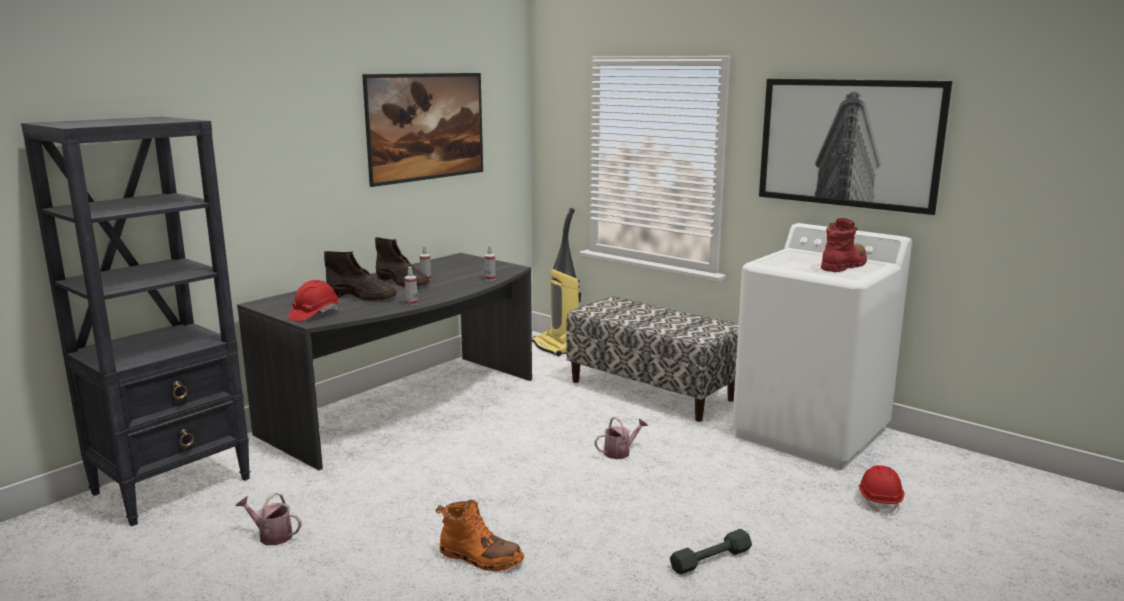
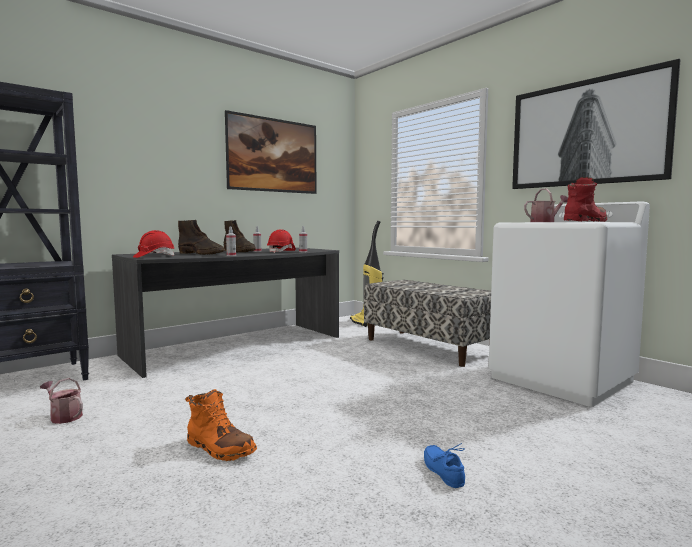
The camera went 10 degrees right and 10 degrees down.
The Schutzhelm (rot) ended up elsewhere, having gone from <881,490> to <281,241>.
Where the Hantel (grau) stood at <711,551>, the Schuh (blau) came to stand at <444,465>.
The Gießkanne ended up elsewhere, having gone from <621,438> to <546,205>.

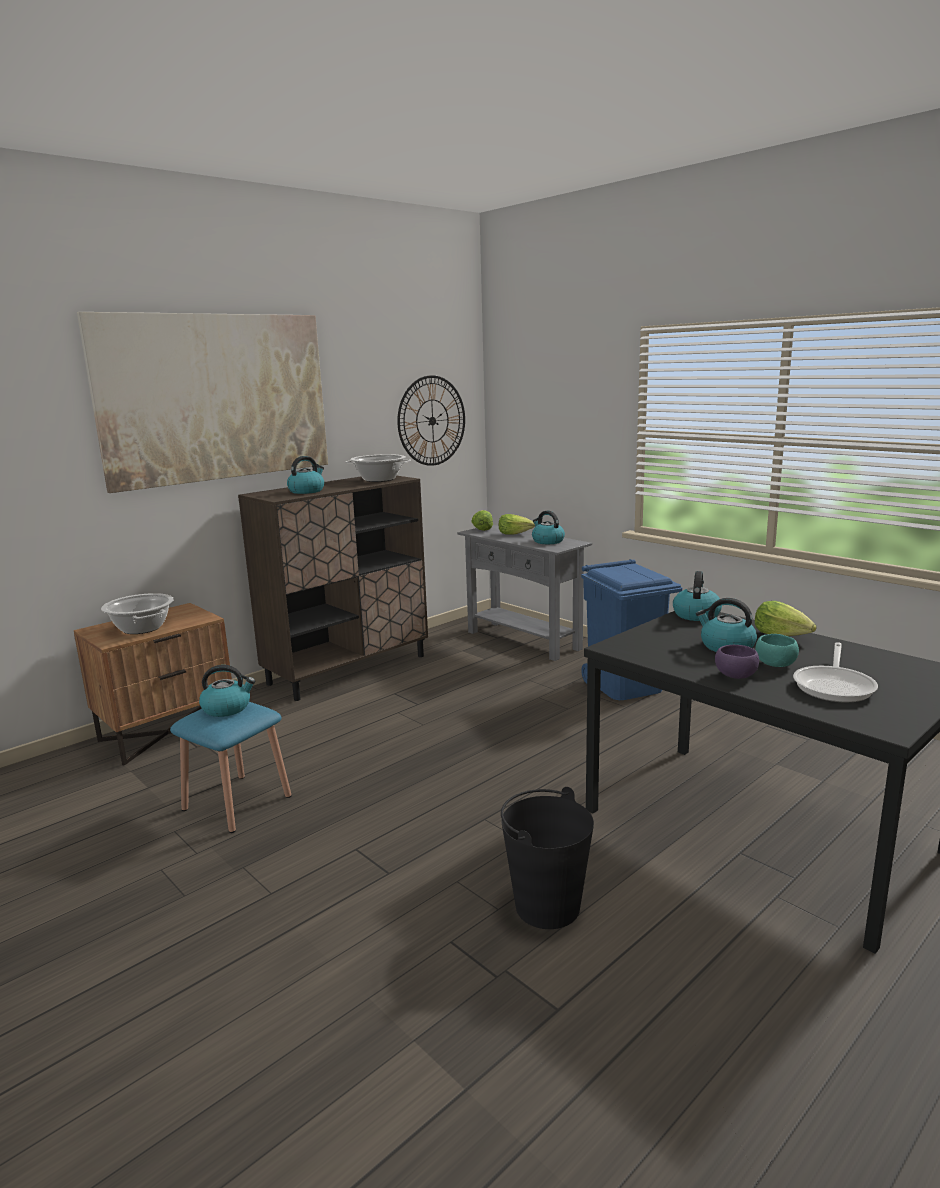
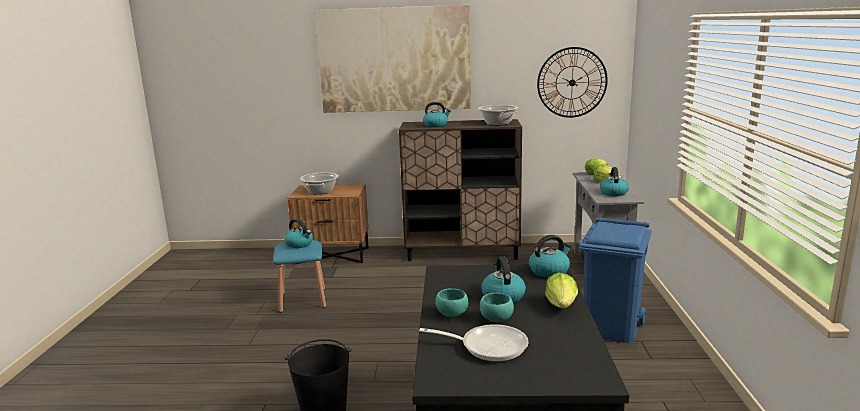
The camera went 45 degrees right and 0 degrees up.
The Pfanne at <835,672> ended up facing another way, 150 degrees counterclockwise from before.
What was the Schüssel (lila) at <737,662> turned into the Schüssel (türkis) at <451,303>.

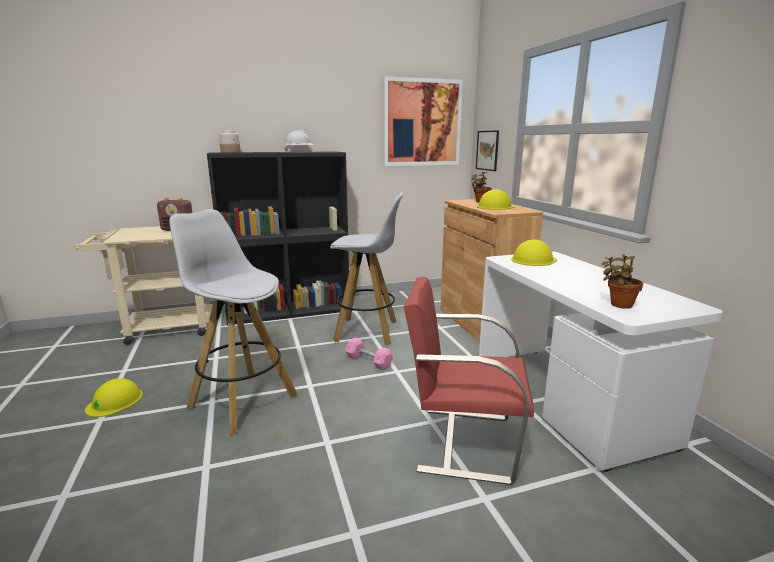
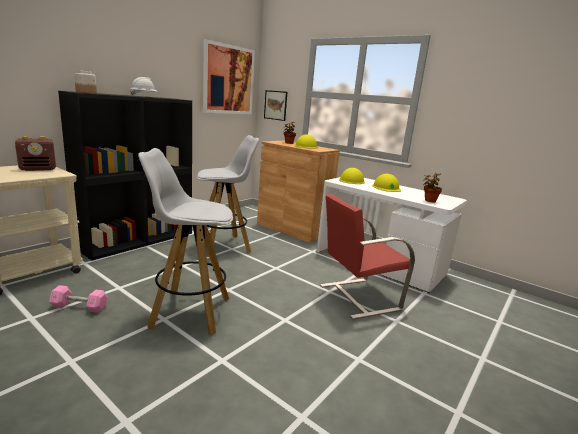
The camera went 35 degrees left and 0 degrees up.
The Hantel (rosa) ended up elsewhere, having gone from <369,353> to <78,299>.
The Schutzhelm (gelb) ended up elsewhere, having gone from <114,397> to <386,183>.

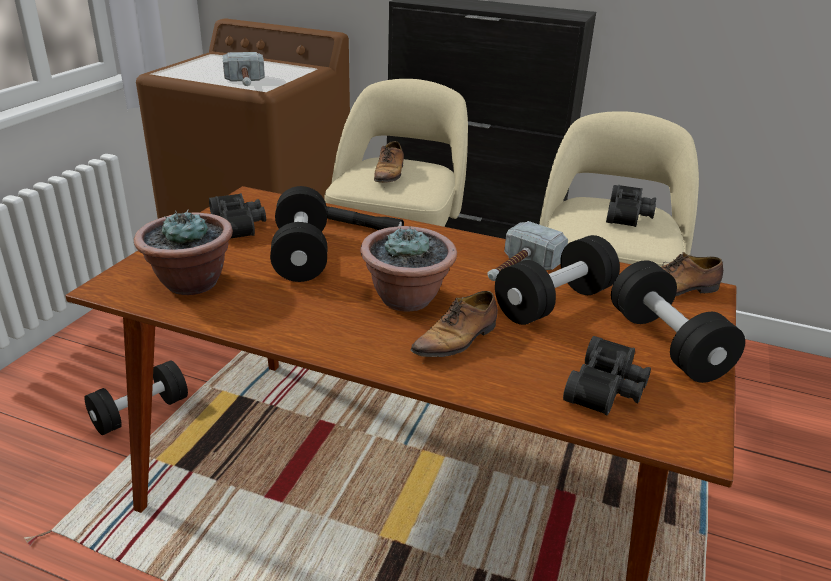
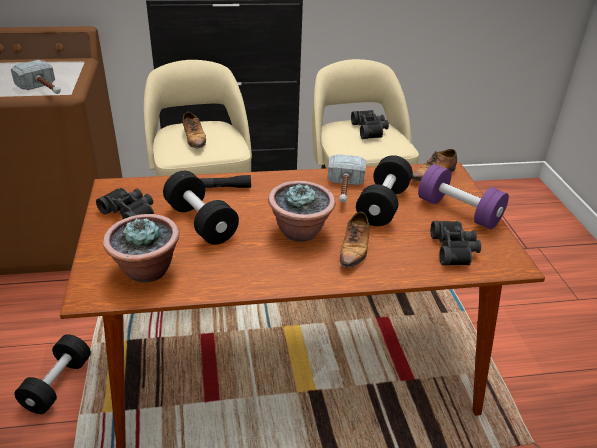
The camera went 30 degrees left and 5 degrees up.
What was the Hantel (schwarz) at <678,322> turned into the Hantel (lila) at <463,196>.

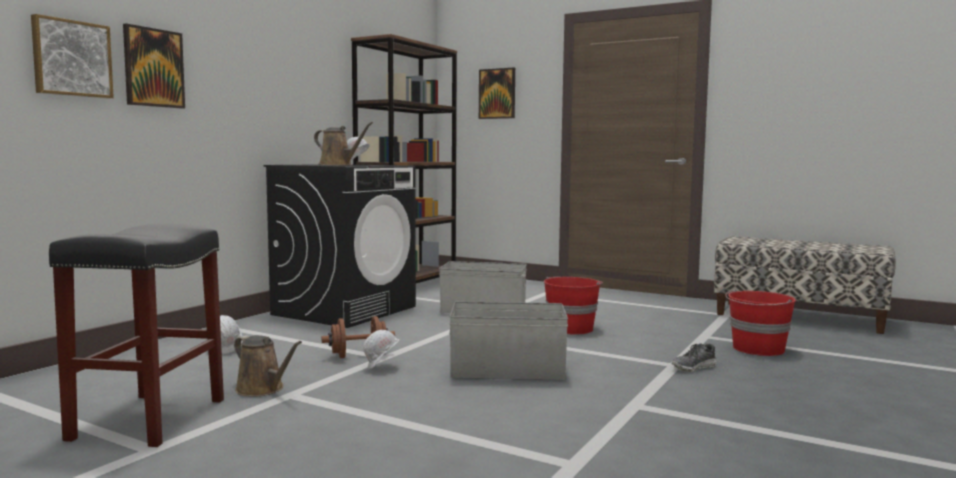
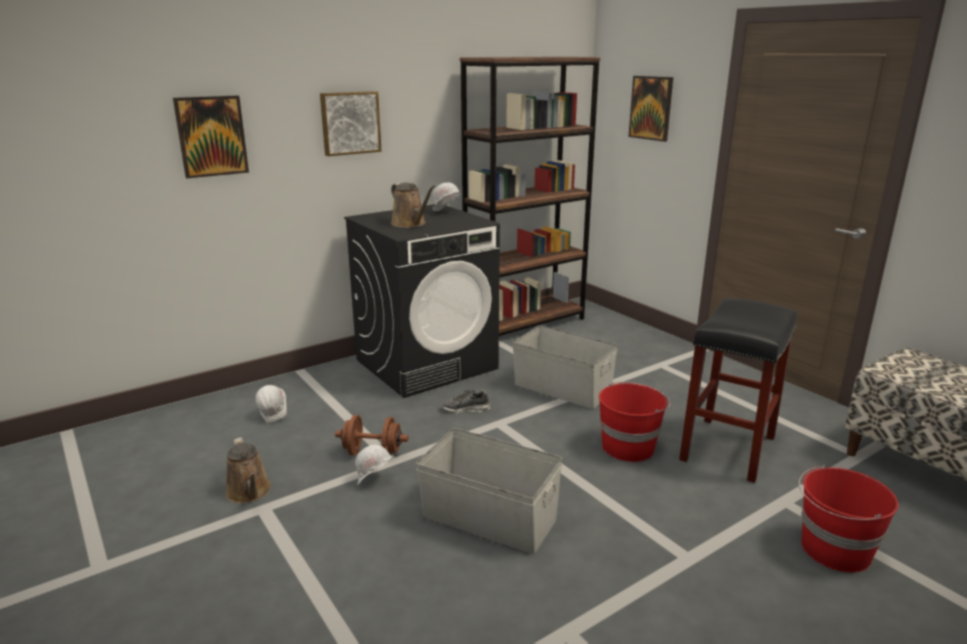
The camera went 25 degrees right and 15 degrees up.
The Bild ended up elsewhere, having gone from <72,56> to <350,123>.
The Schuh ended up elsewhere, having gone from <694,357> to <465,401>.
The Hocker (schwarz) ended up elsewhere, having gone from <136,335> to <738,390>.

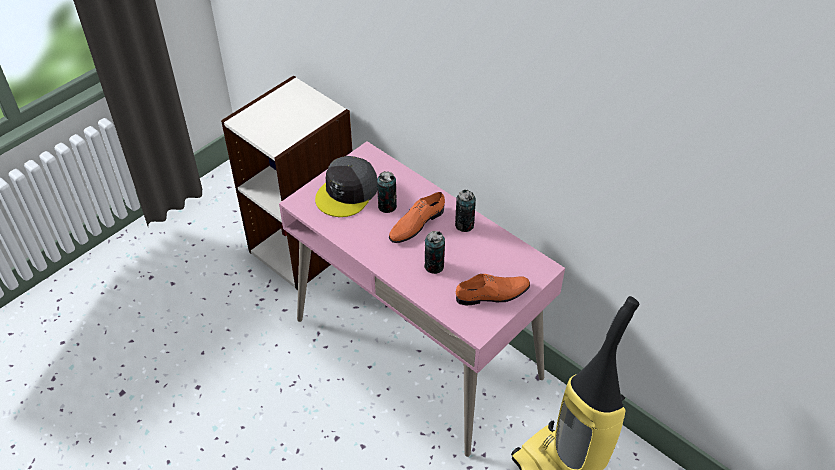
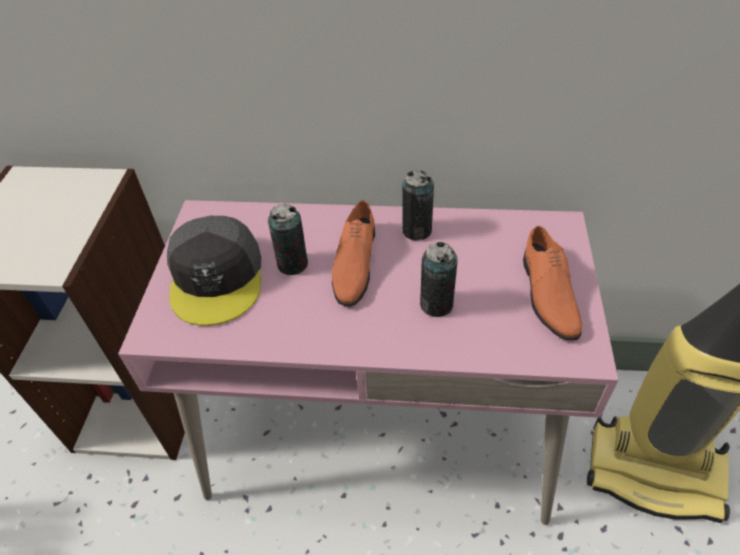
The camera went 35 degrees left and 0 degrees up.
The Schuh (orange) at <493,289> ended up facing another way, 135 degrees clockwise from before.

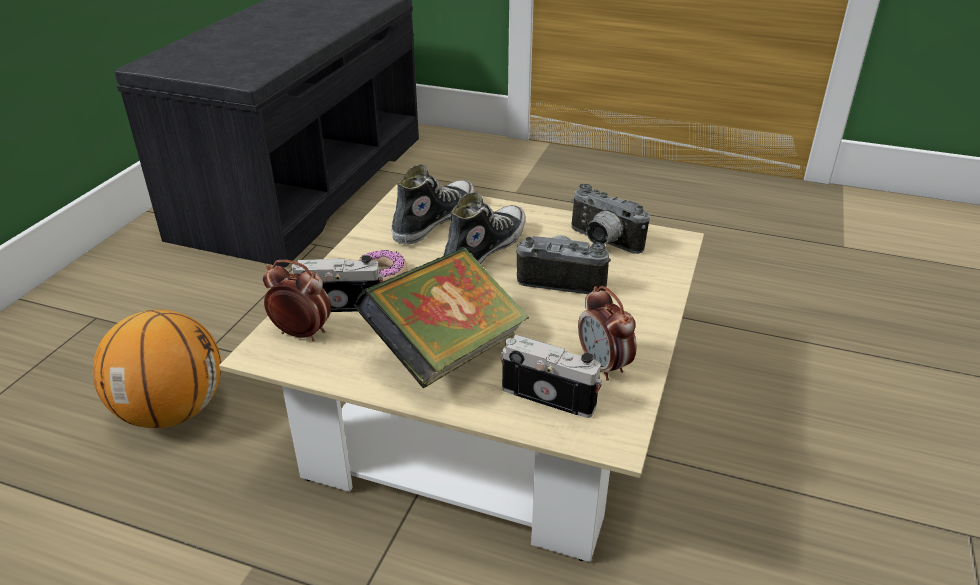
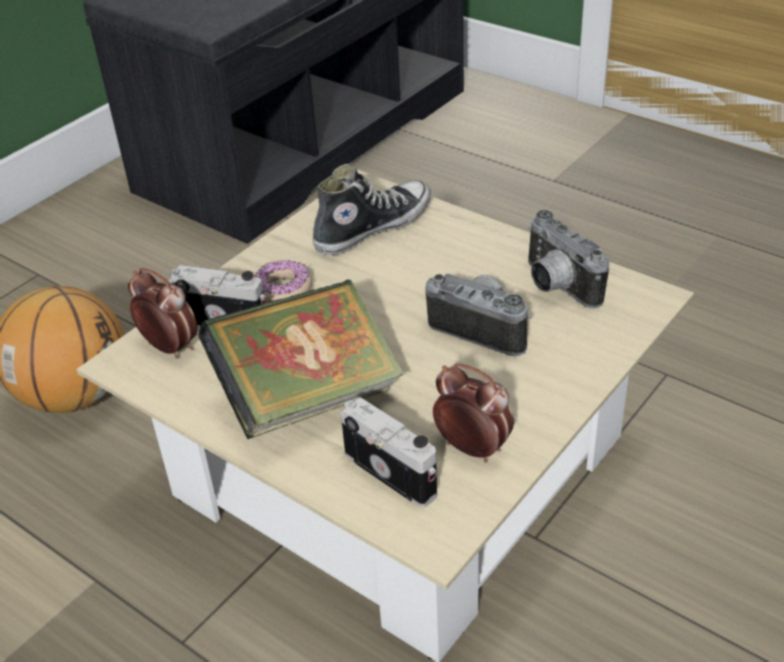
The camera went 20 degrees right and 5 degrees up.
The Wecker at <607,333> ended up facing another way, 135 degrees clockwise from before.
The second view lost the Schuh at <484,228>.

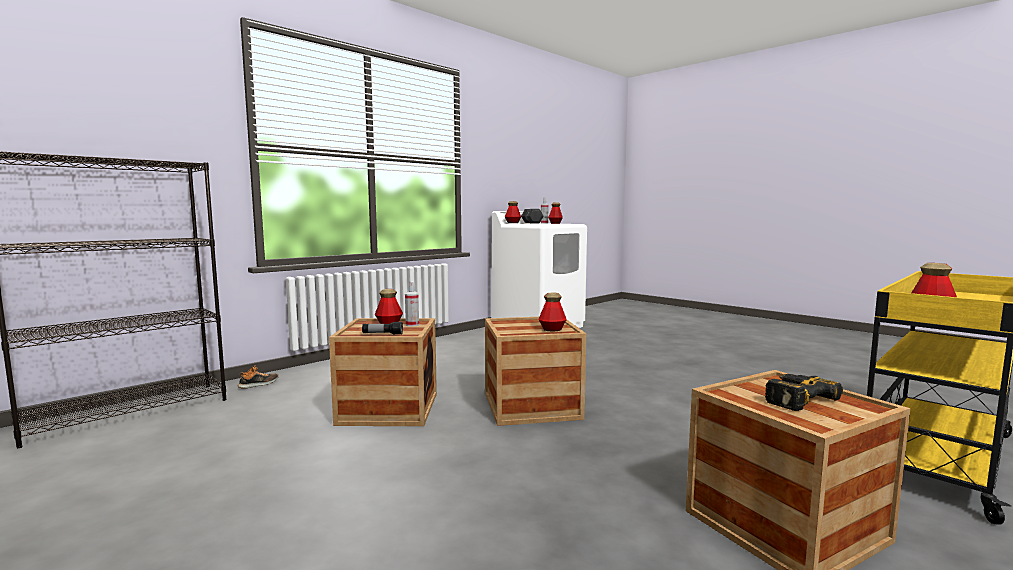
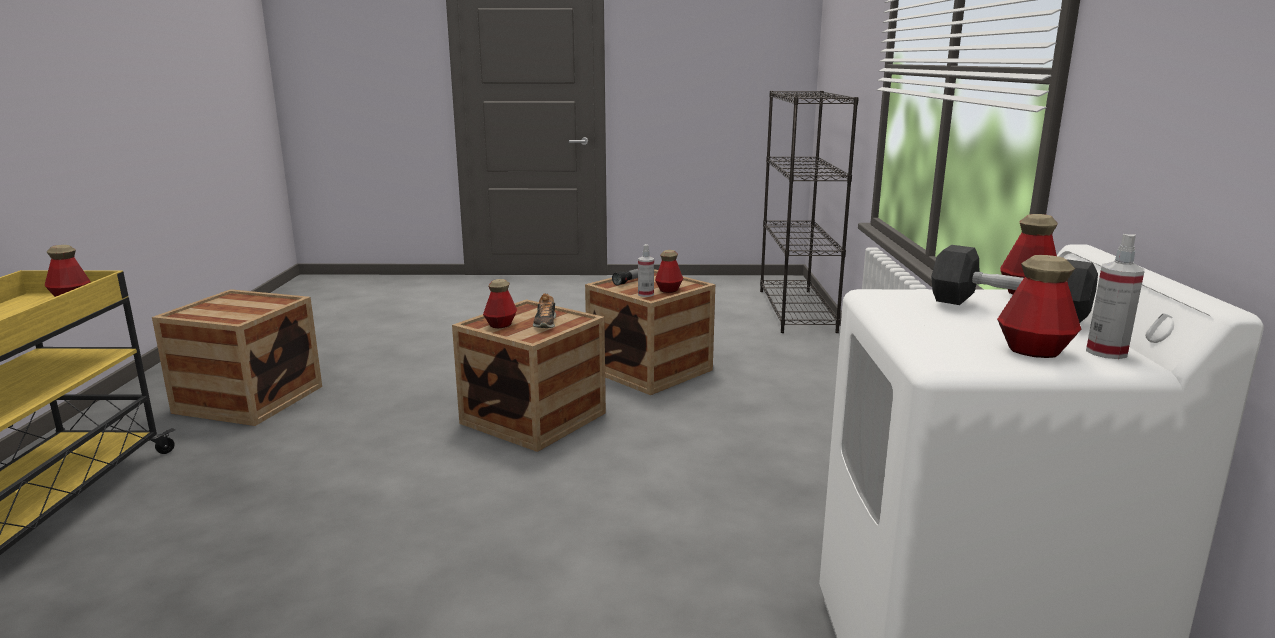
The camera went 135 degrees right and 10 degrees up.
The Schuh ended up elsewhere, having gone from <258,377> to <544,311>.
The second view lost the Bohrmaschine at <804,392>.

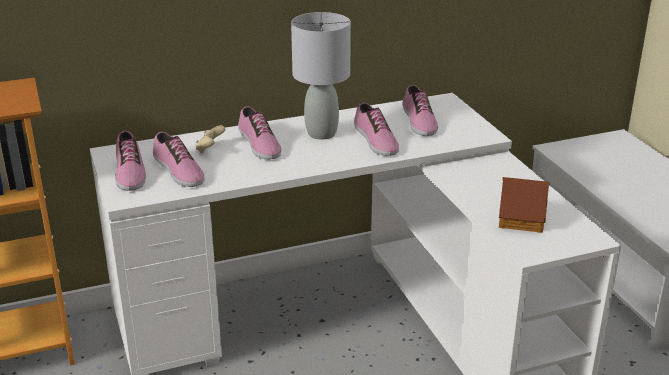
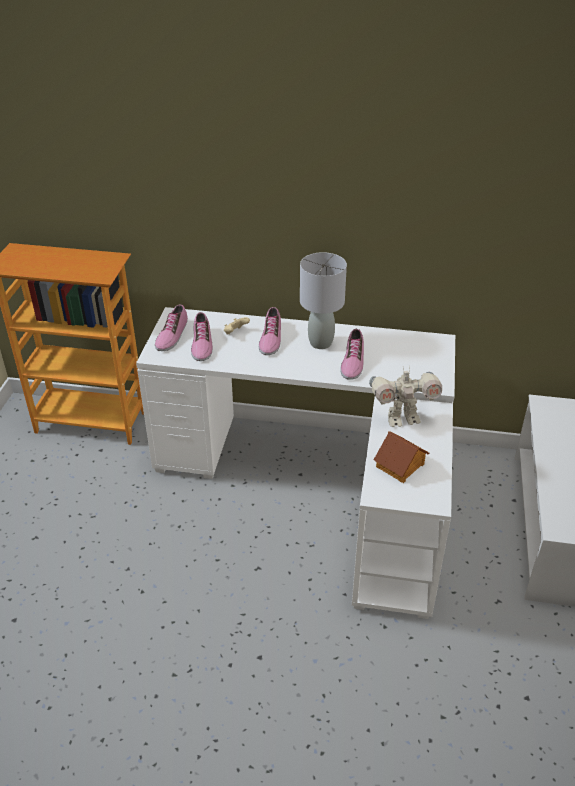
The camera went 30 degrees right and 10 degrees up.
The second view gained the Spielzeugroboter at <405,396>.
The second view lost the Schuh at <420,110>.

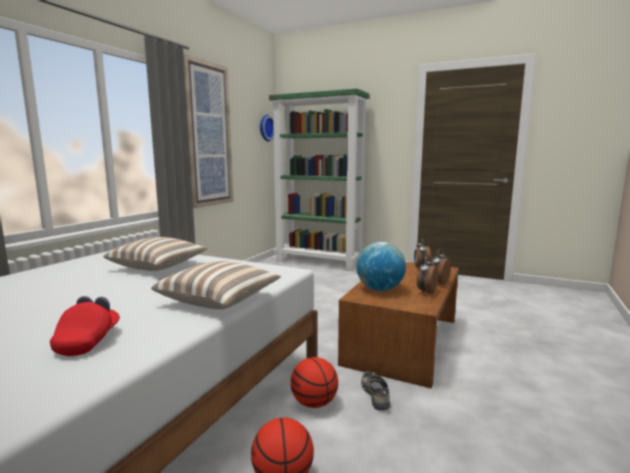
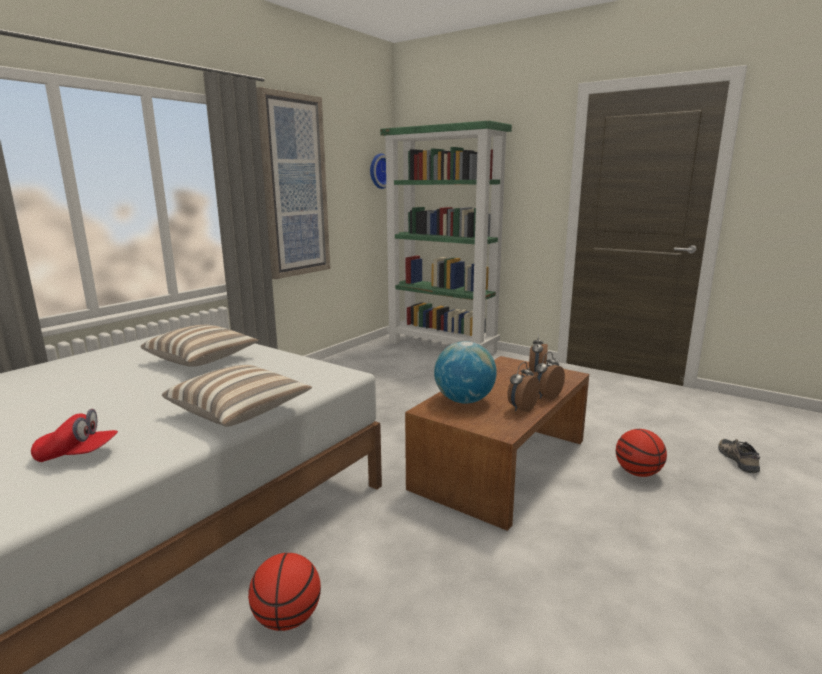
The camera went 10 degrees right and 5 degrees up.
The Kappe (rot) at <85,326> ended up facing another way, 75 degrees clockwise from before.
The Basketball ended up elsewhere, having gone from <314,382> to <641,453>.
The Schuh ended up elsewhere, having gone from <376,391> to <739,456>.

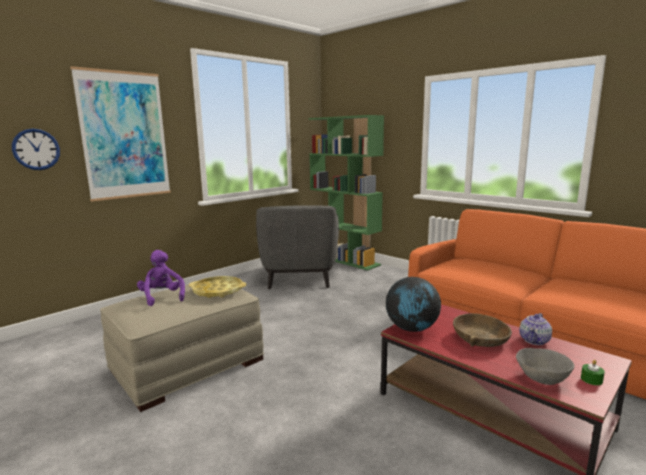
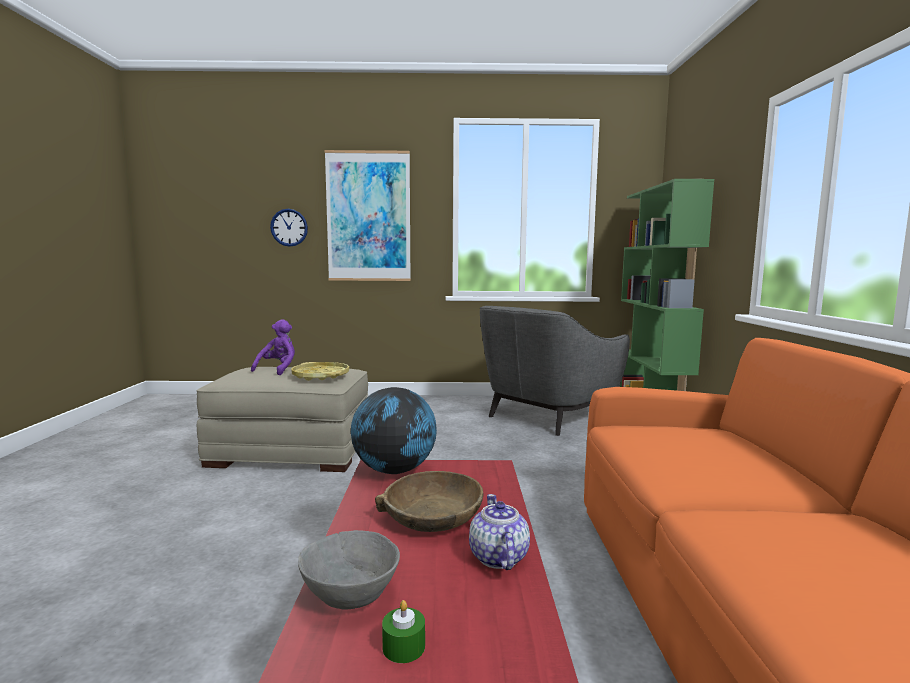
The camera went 45 degrees right and 5 degrees down.
The Teekanne at <535,329> ended up facing another way, 90 degrees clockwise from before.

